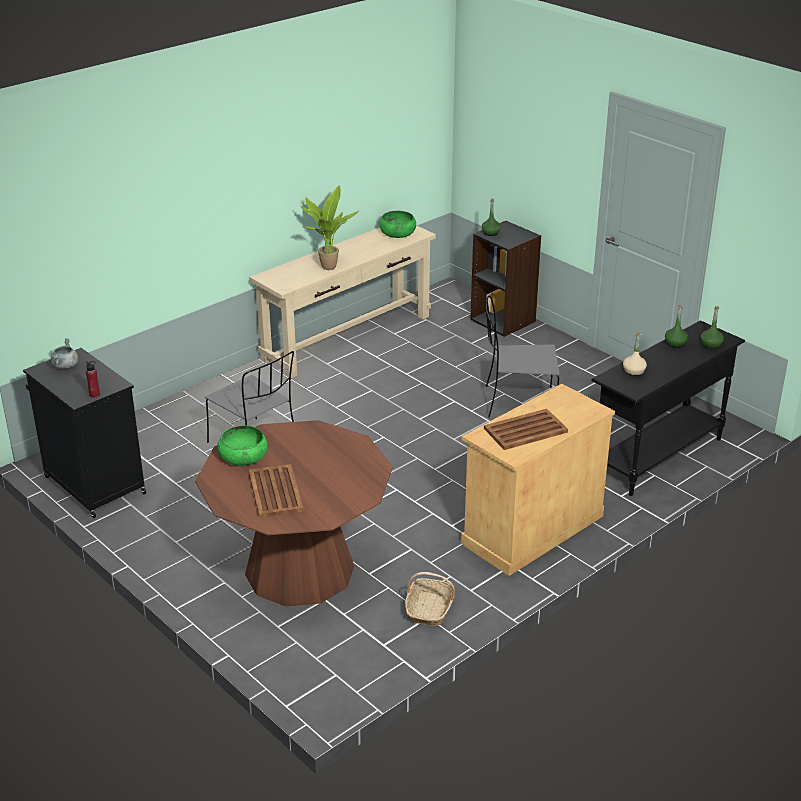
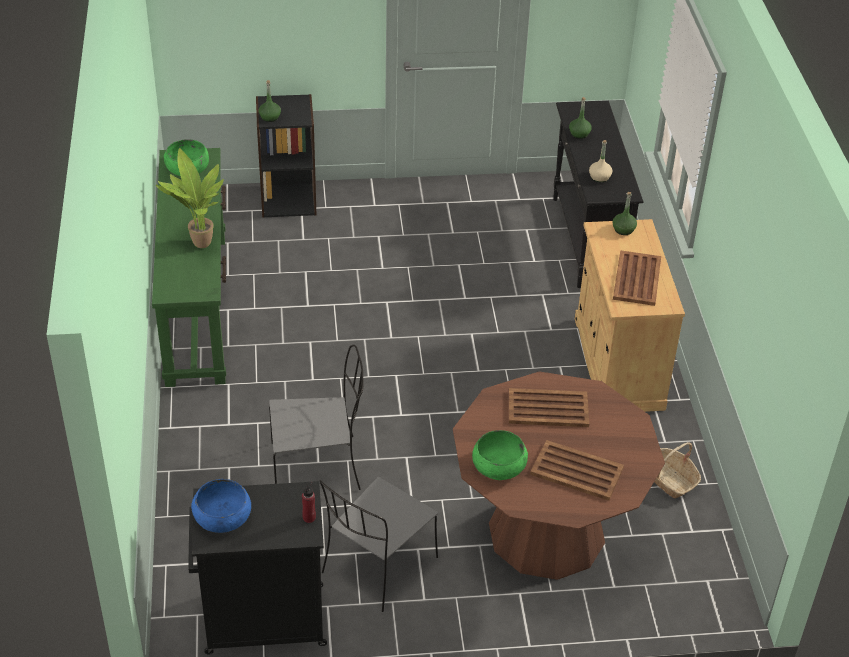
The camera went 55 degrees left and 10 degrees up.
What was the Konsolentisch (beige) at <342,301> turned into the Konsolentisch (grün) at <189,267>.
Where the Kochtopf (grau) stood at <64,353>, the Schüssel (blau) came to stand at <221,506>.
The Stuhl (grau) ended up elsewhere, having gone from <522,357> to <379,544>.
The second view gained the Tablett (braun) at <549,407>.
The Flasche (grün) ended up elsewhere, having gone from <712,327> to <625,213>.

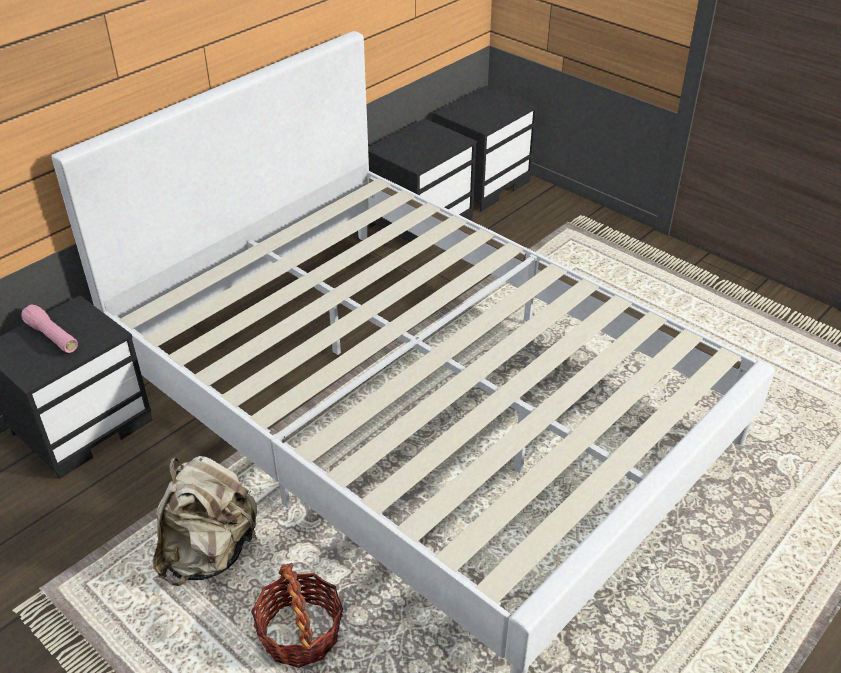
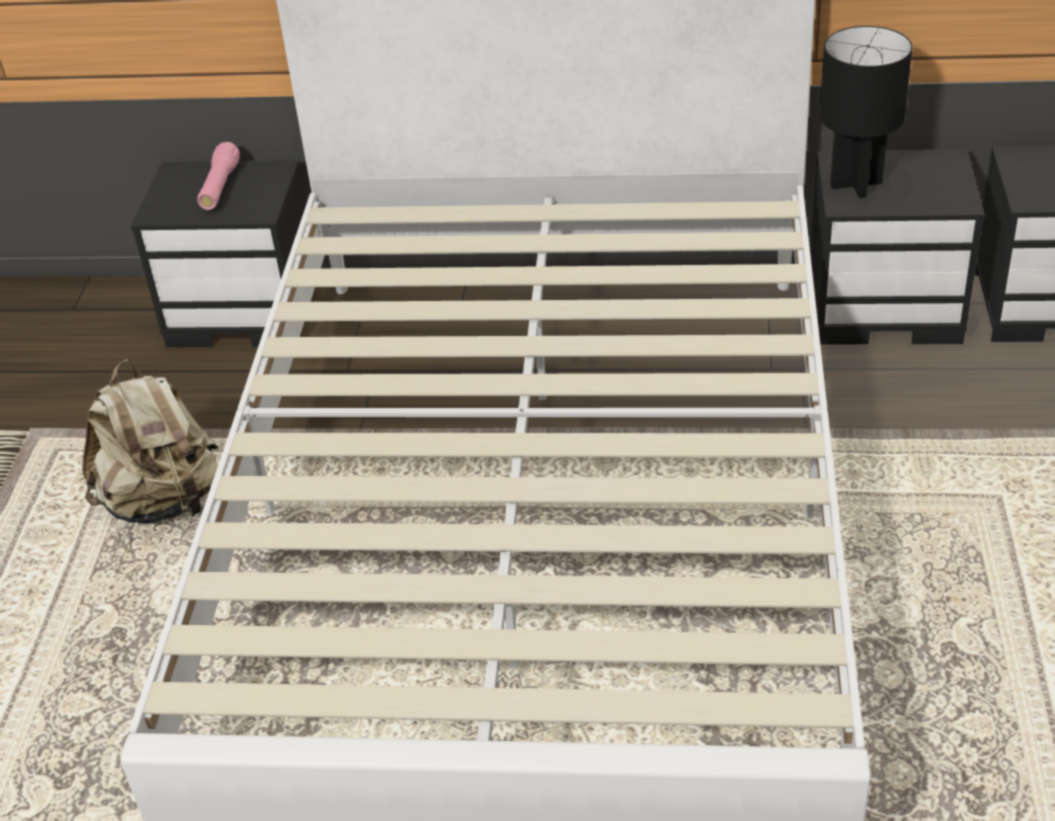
The camera went 55 degrees right and 0 degrees up.
The second view gained the Tischlampe (schwarz) at <866,112>.
The second view lost the Korb at <297,615>.

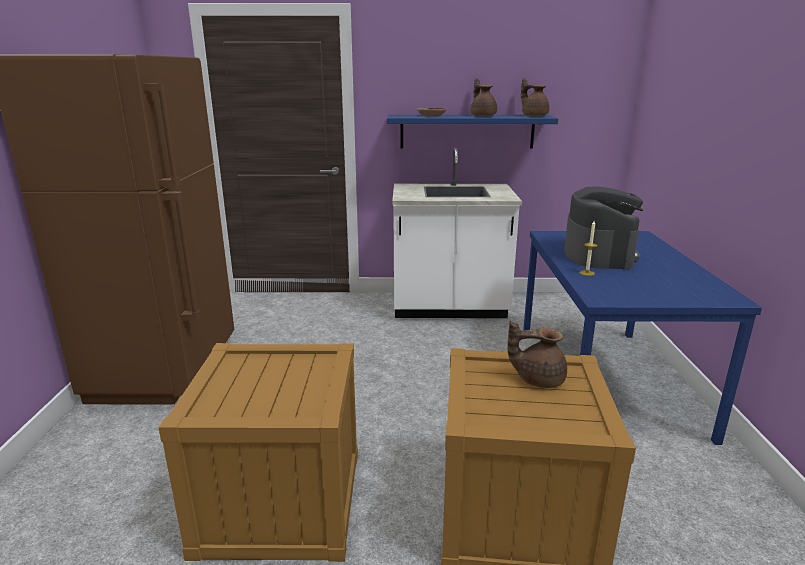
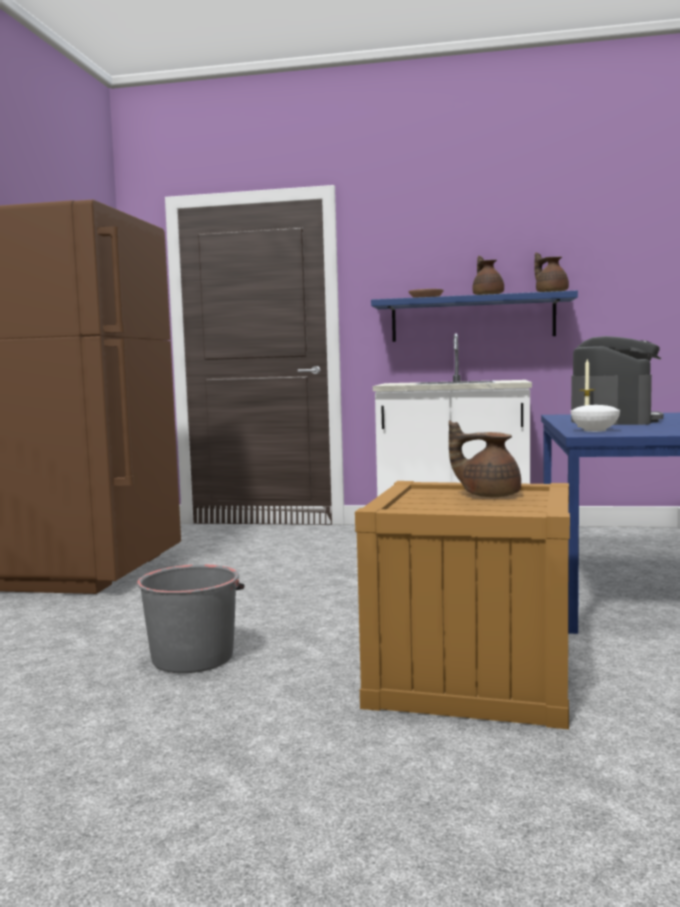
The camera went 10 degrees right and 15 degrees down.
Where the Kiste stood at <258,452>, the Eimer (grau) came to stand at <190,618>.
The second view gained the Schüssel (weiß) at <595,418>.

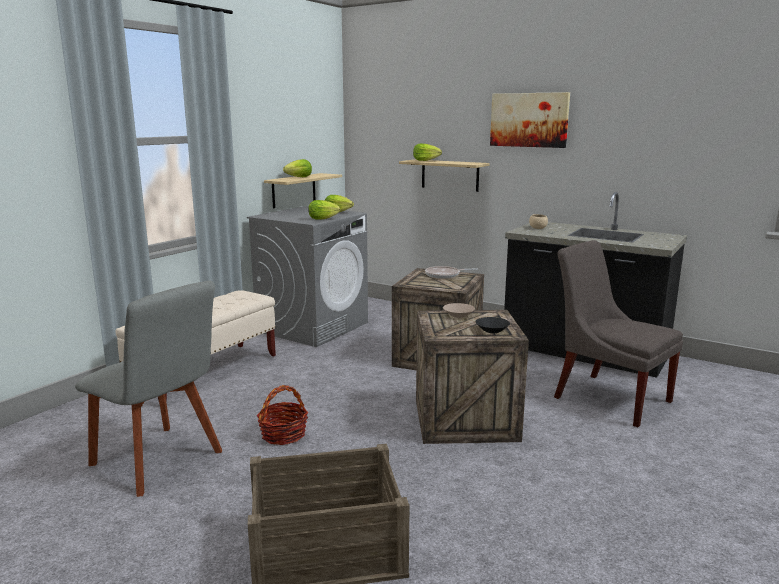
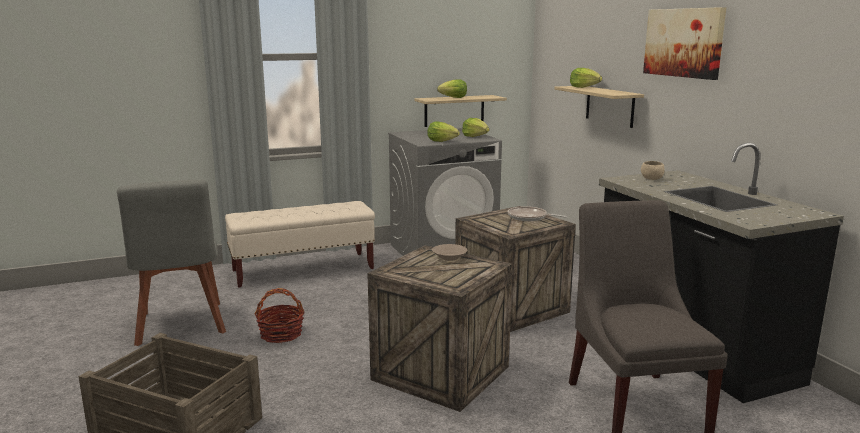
The camera went 35 degrees right and 0 degrees up.
The second view lost the Schüssel (schwarz) at <492,325>.

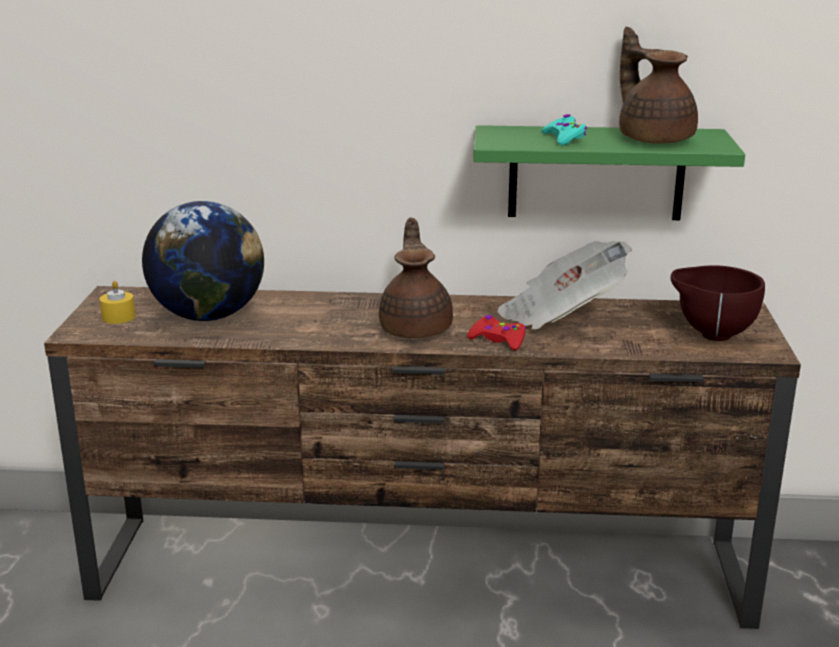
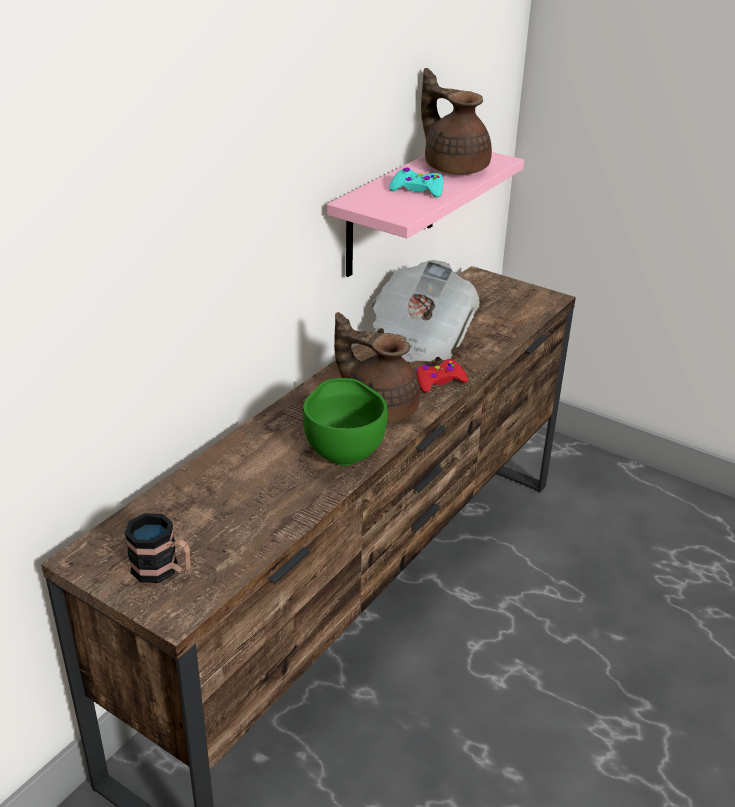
The camera went 60 degrees left and 10 degrees up.
Where the Kerze (gelb) stood at <117,302>, the Henkelbecher came to stand at <158,548>.
The second view gained the Schüssel (grün) at <345,422>.
What was the Wandregal (grün) at <609,172> turned into the Wandregal (rosa) at <425,214>.
The Teekanne (braun) at <658,85> ended up facing another way, 45 degrees clockwise from before.
The second view lost the Globus at <203,261>.
The second view lost the Schüssel (braun) at <718,303>.

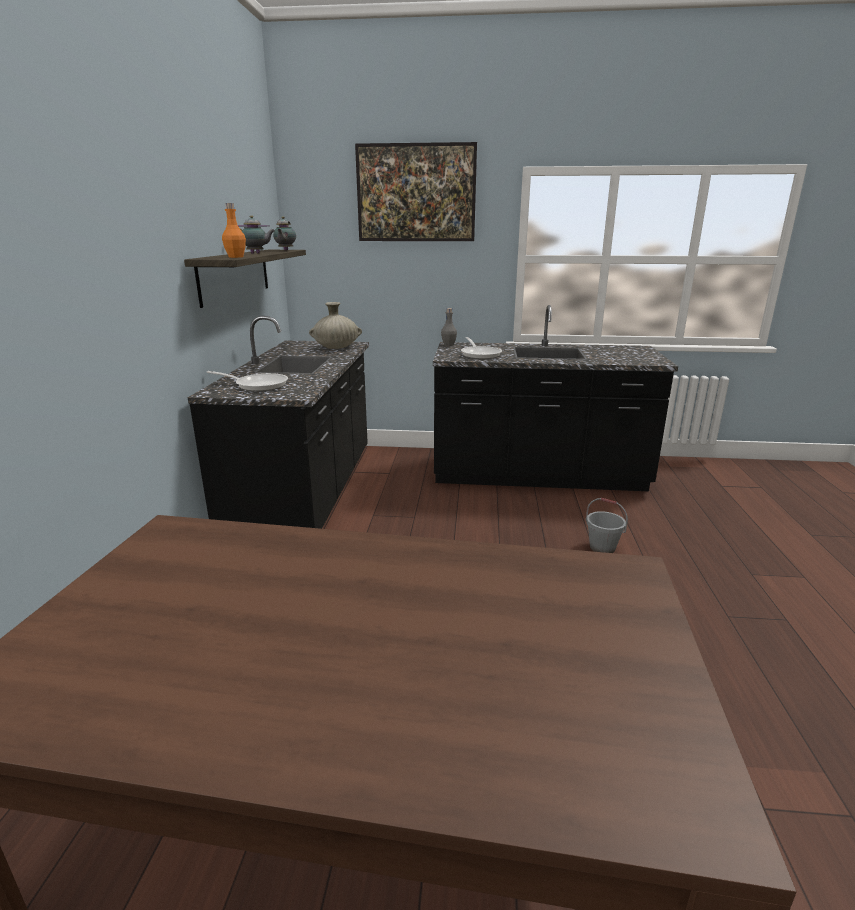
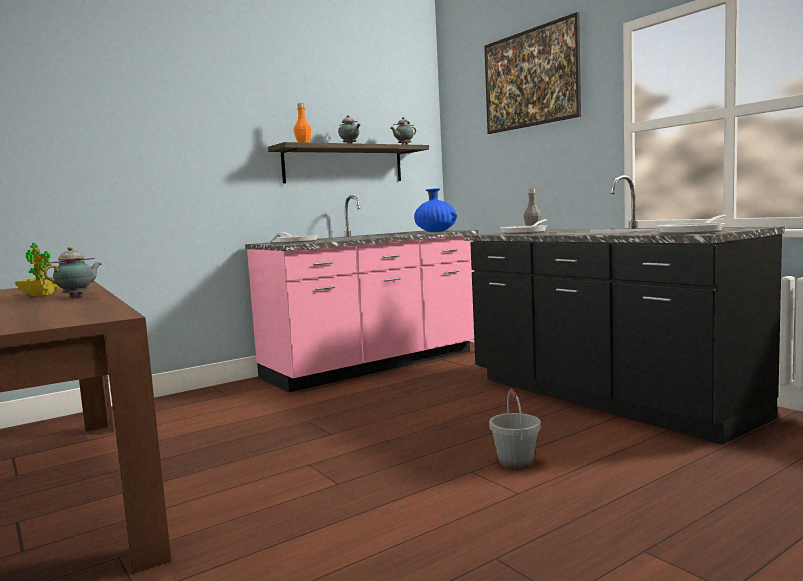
The camera went 50 degrees right and 15 degrees down.
The second view gained the Topfpflanze at <37,269>.
The second view gained the Teekanne at <73,272>.
What was the Küchenzeile (schwarz) at <278,422> turned into the Küchenzeile (rosa) at <362,293>.
What was the Vase (beige) at <335,325> turned into the Vase (blau) at <435,210>.
The second view gained the Pfanne at <692,224>.

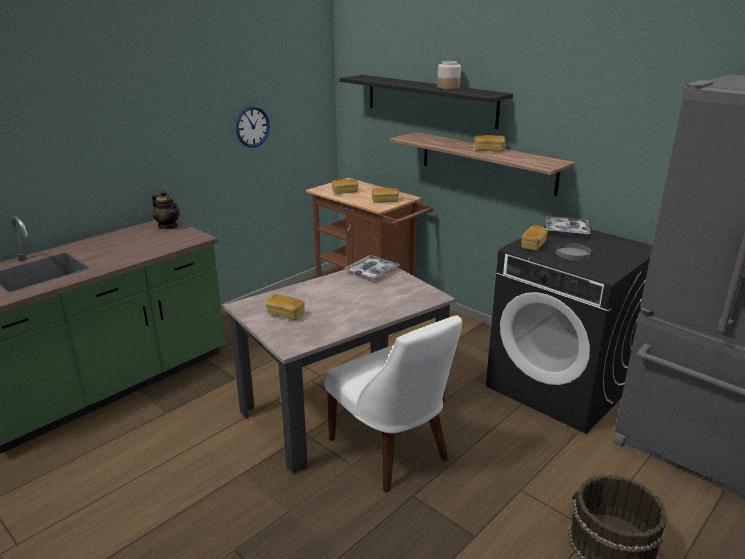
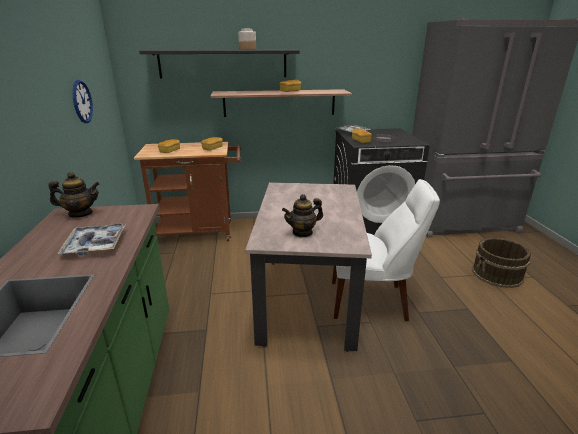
The camera went 50 degrees left and 0 degrees up.
The Tablett ended up elsewhere, having gone from <372,267> to <91,239>.
Where the Brot stood at <285,307>, the Teekanne came to stand at <302,215>.

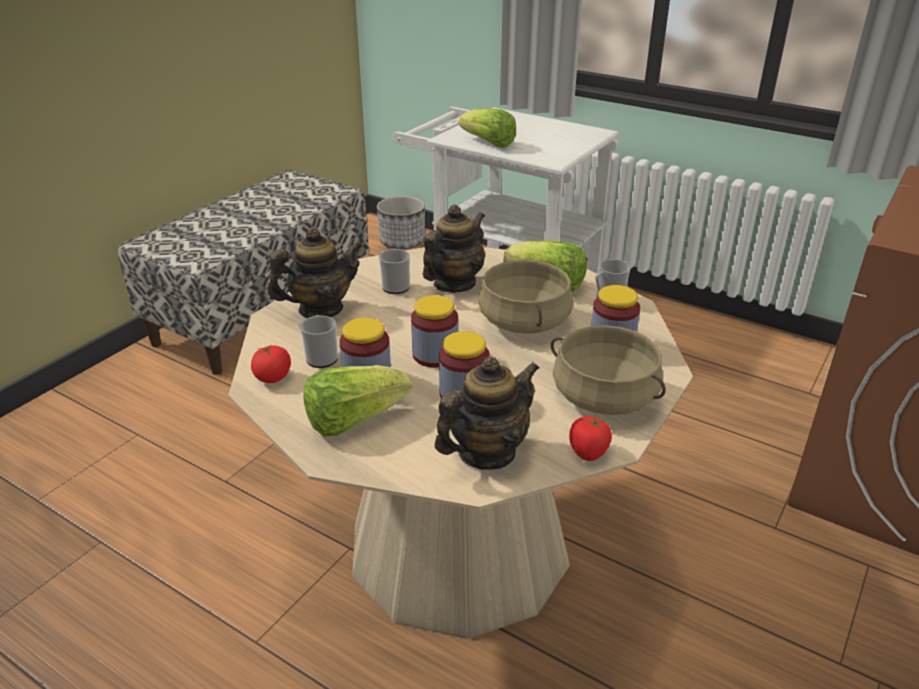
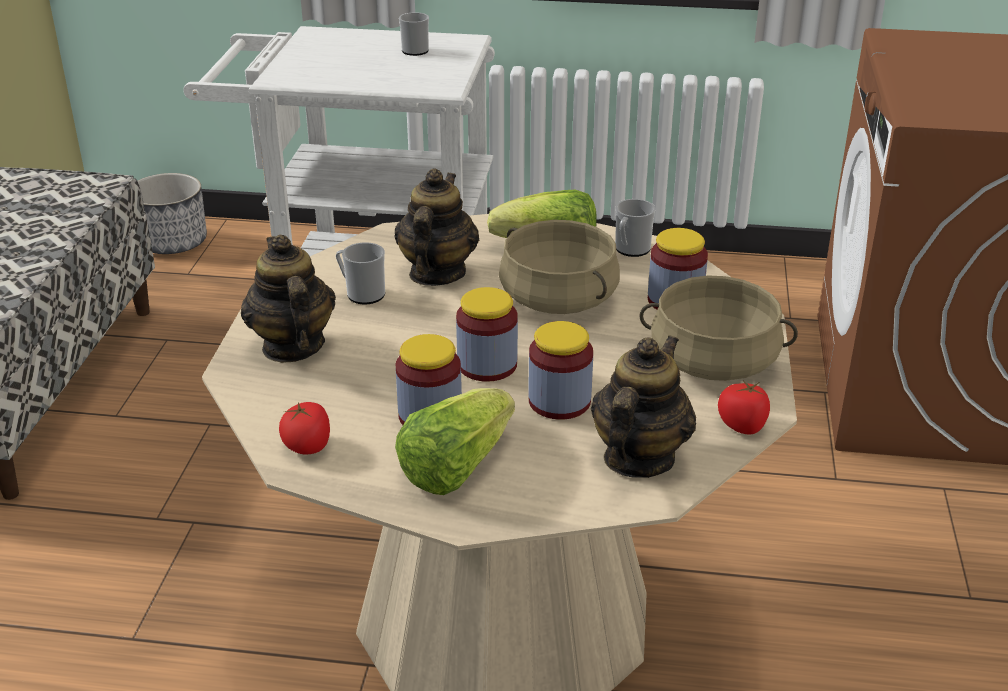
The camera went 25 degrees left and 0 degrees up.
The Teekanne at <315,272> ended up facing another way, 60 degrees counterclockwise from before.
The Henkelbecher ended up elsewhere, having gone from <319,341> to <414,34>.
The second view lost the Salatkopf at <487,128>.

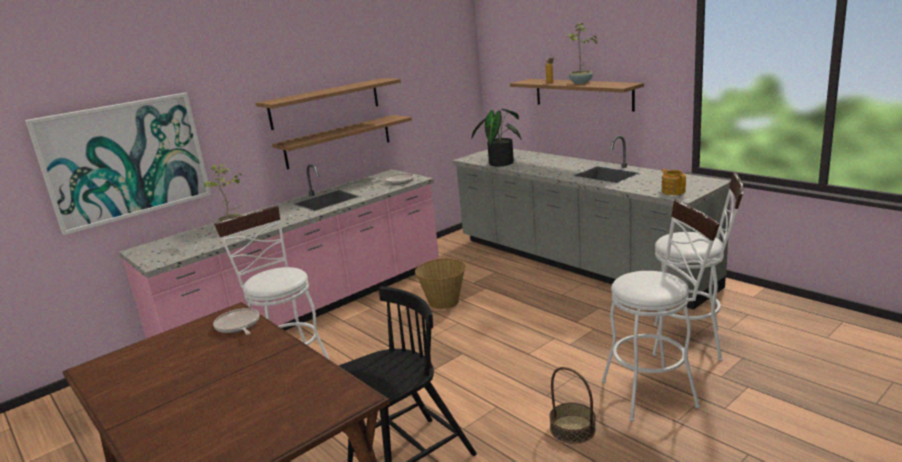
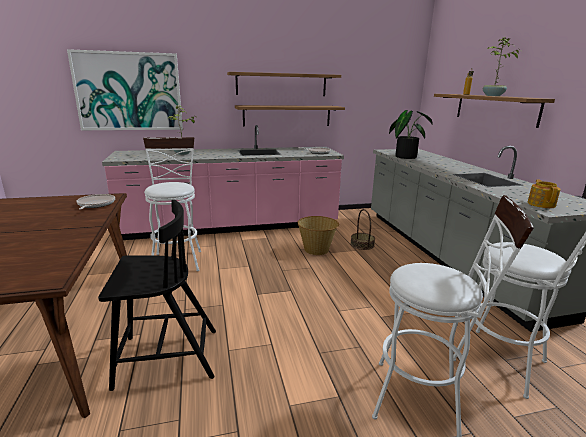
The camera went 25 degrees right and 0 degrees up.
The Korb ended up elsewhere, having gone from <572,405> to <362,229>.

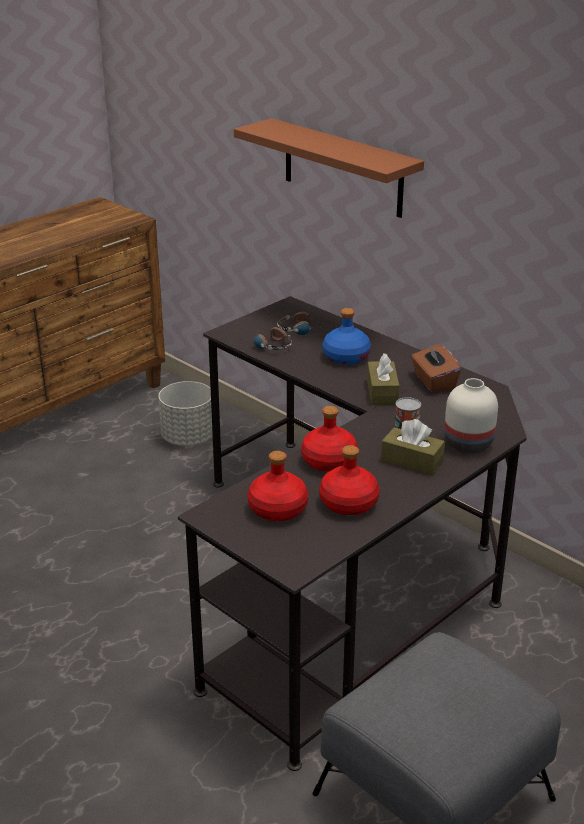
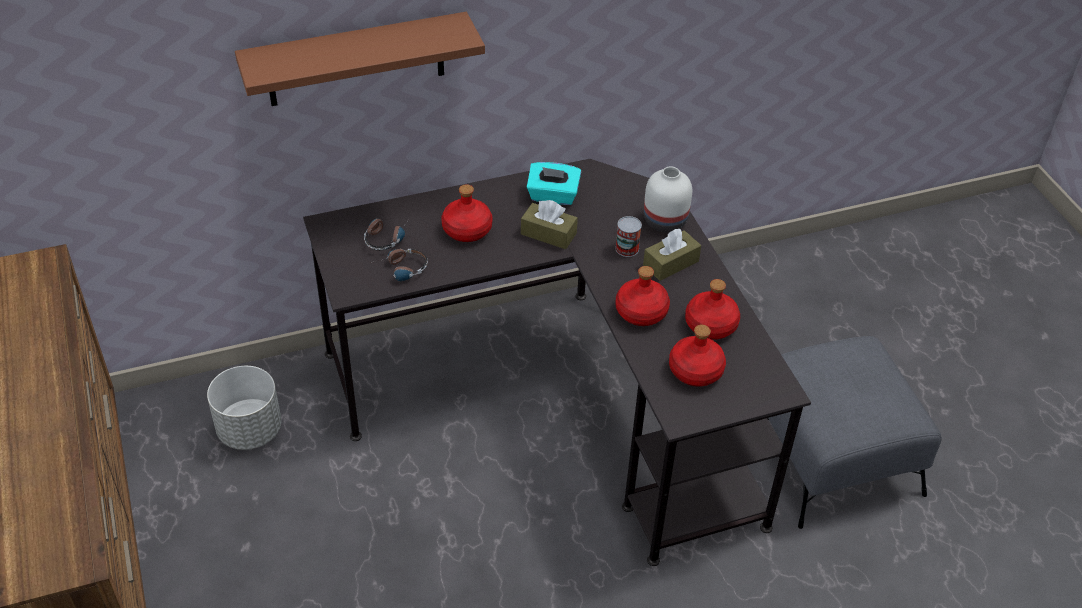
The camera went 65 degrees left and 15 degrees up.
What was the Flasche (blau) at <346,336> turned into the Flasche (rot) at <467,213>.
What was the Taschentuchbox (braun) at <436,368> turned into the Taschentuchbox (türkis) at <554,183>.

